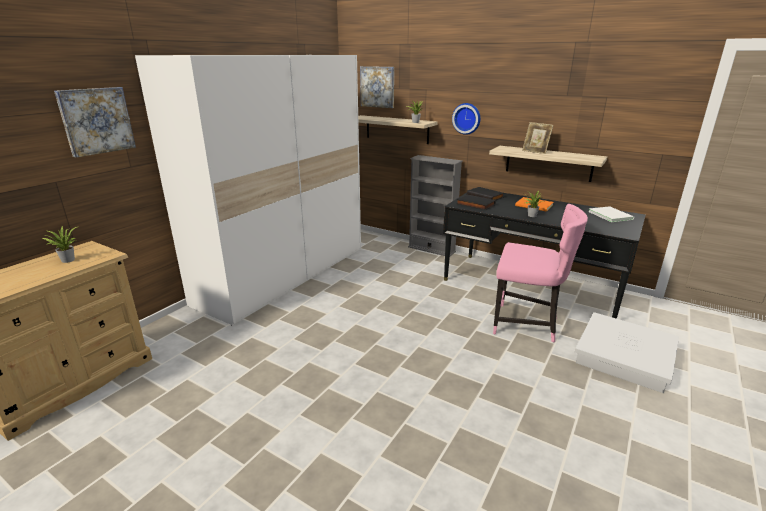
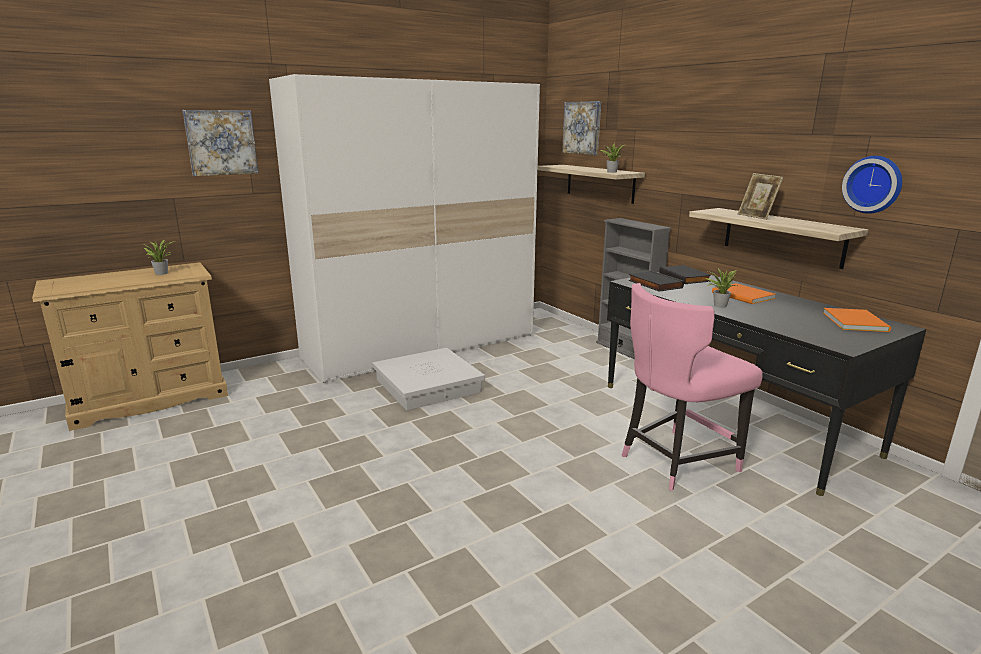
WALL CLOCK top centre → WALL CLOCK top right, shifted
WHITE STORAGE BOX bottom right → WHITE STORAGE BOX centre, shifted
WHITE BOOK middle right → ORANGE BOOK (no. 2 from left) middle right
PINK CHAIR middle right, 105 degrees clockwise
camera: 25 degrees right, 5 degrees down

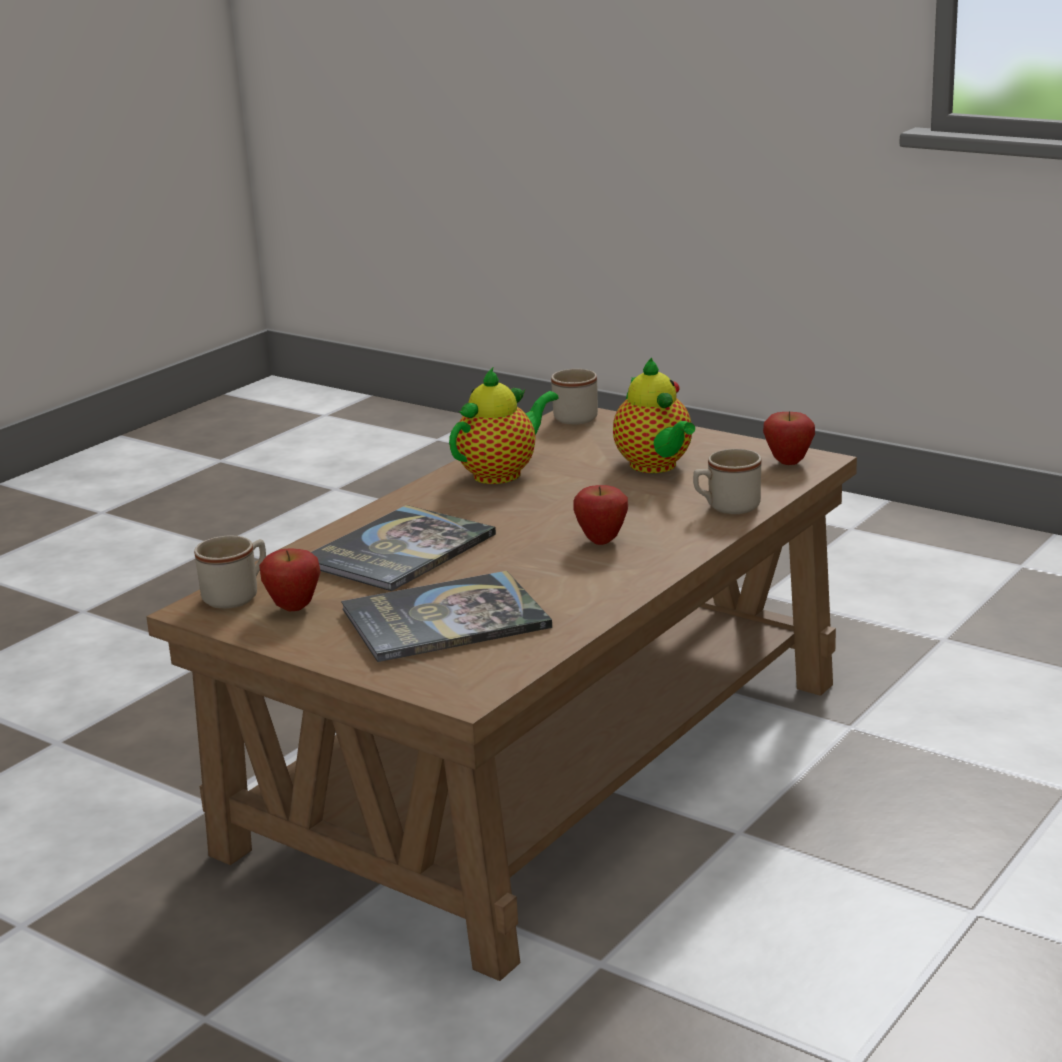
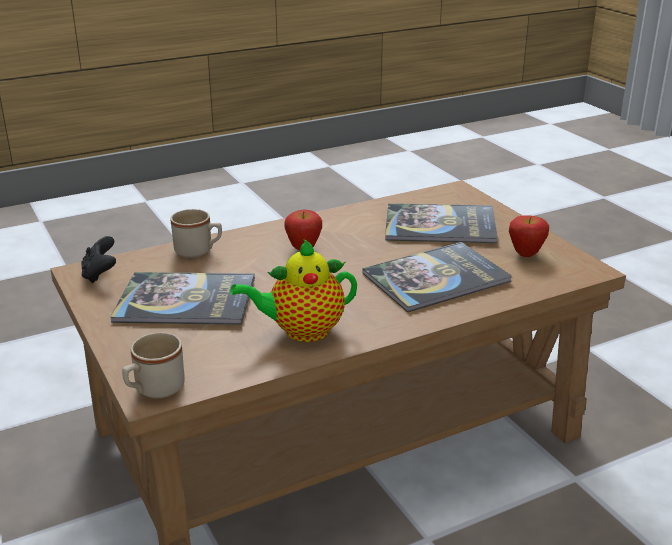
BEIGE MUG (no. 1 from left) middle left → -
TEAPOT (no. 2 from left) centre → BOOK (no. 1 from left) middle left
APPLE (no. 3 from left) middle right → BLACK GAME CONTROLLER middle left
camera: 155 degrees left, 5 degrees up

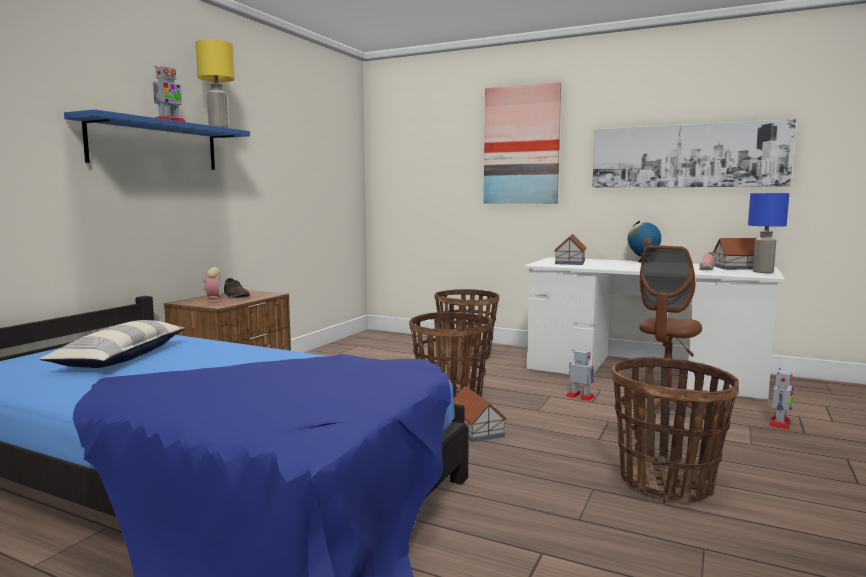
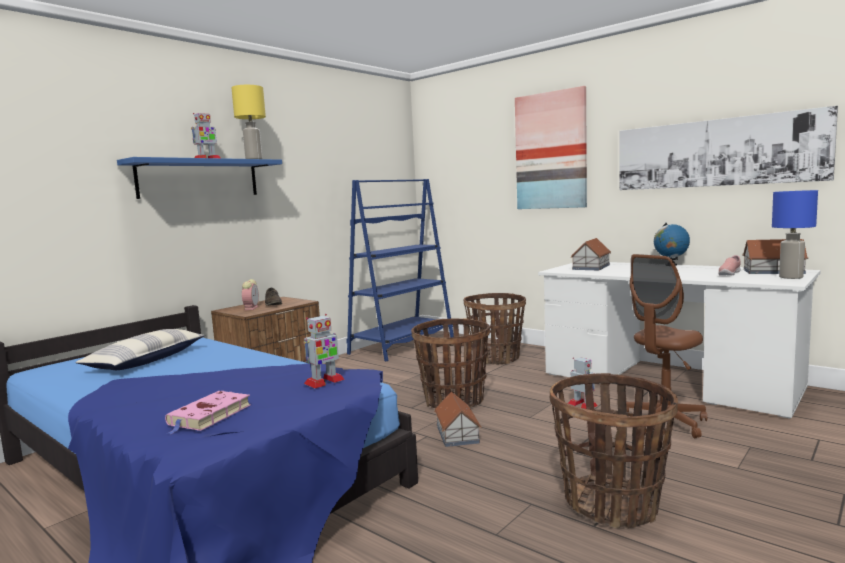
- → PINK BOOK bottom left
- → BLUE BOOKCASE centre
TOY ROBOT (no. 3 from left in the first image) bottom right → TOY ROBOT (no. 2 from left) centre, shifted
camera: 15 degrees right, 0 degrees up

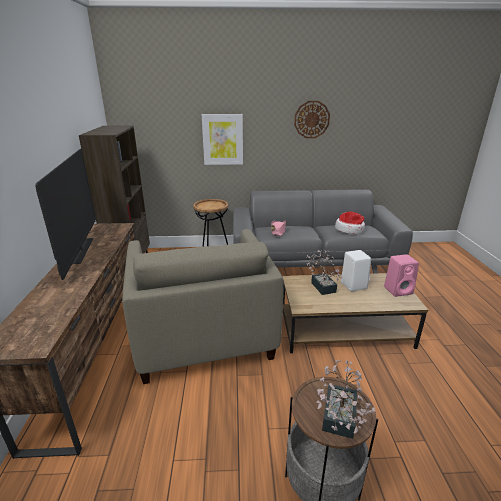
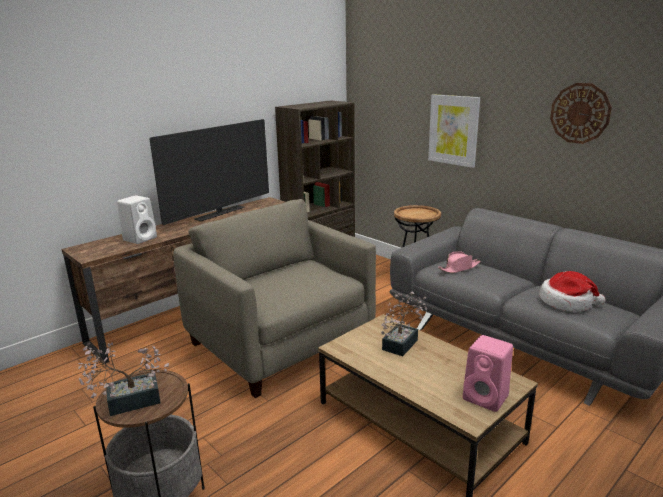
WHITE SPEAKER middle right → WHITE SPEAKER middle left, shifted
BEIGE ARMCHAIR centre, 105 degrees clockwise
camera: 50 degrees right, 5 degrees down

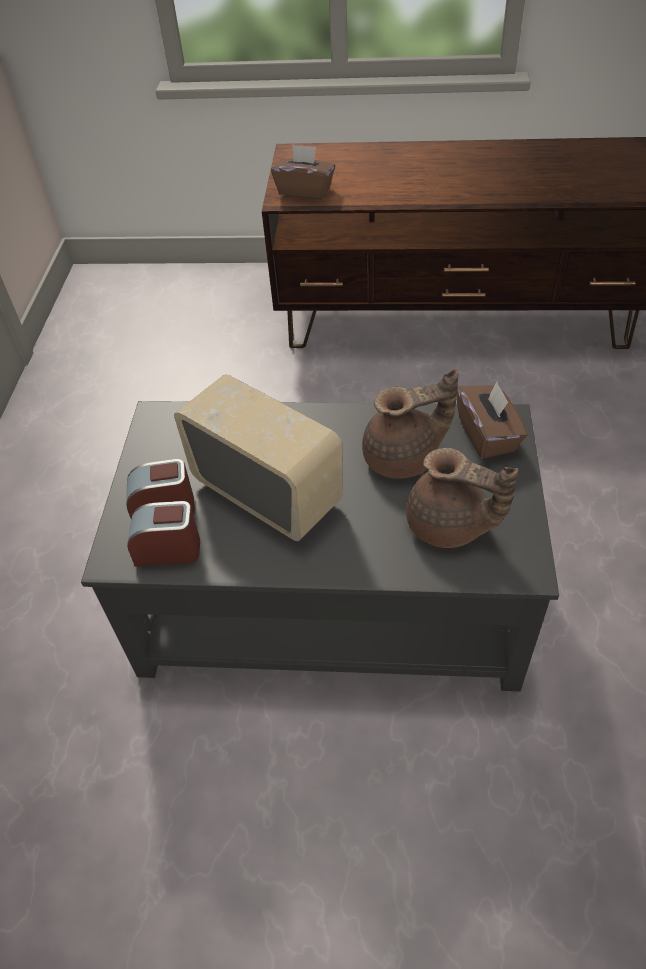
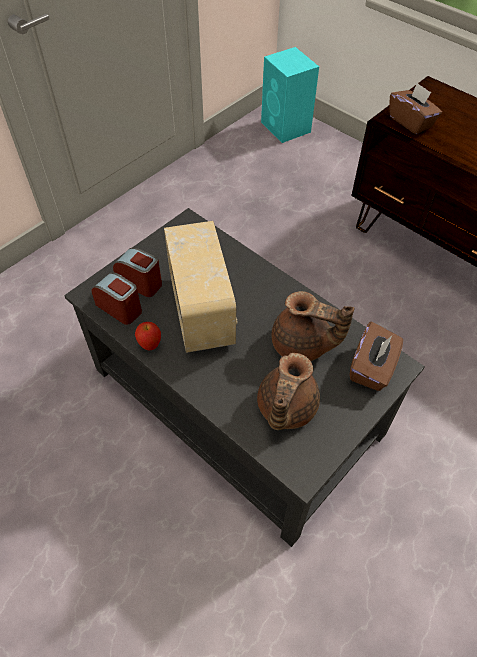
- → APPLE middle left
- → TURQUOISE SPEAKER top centre
BROWN TEAPOT (no. 2 from left in the first image) middle right → BROWN TEAPOT (no. 1 from left) centre, 45 degrees clockwise
camera: 35 degrees right, 5 degrees up

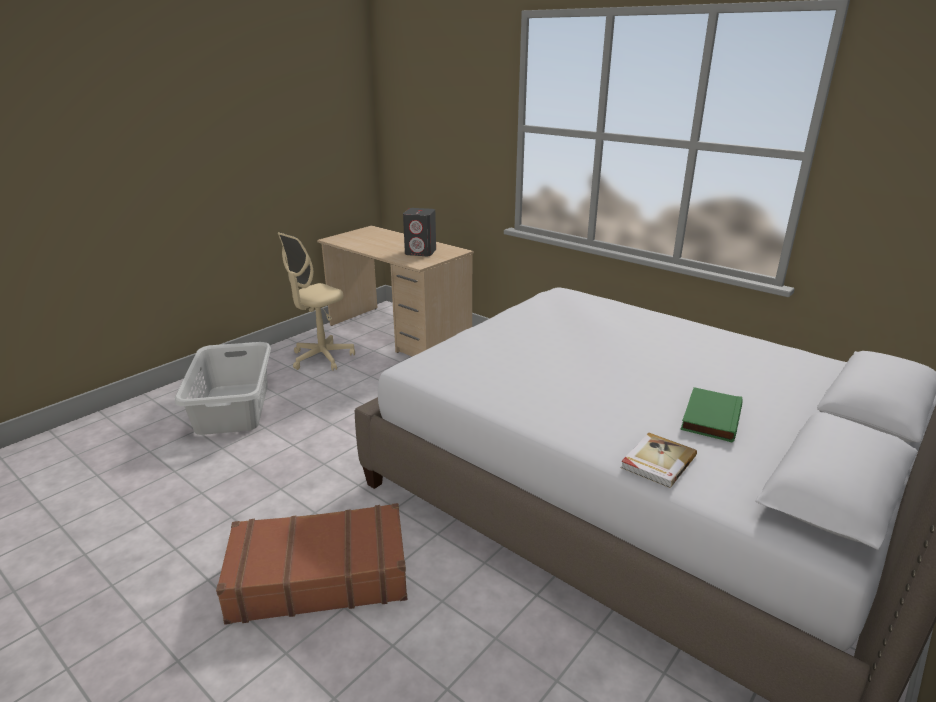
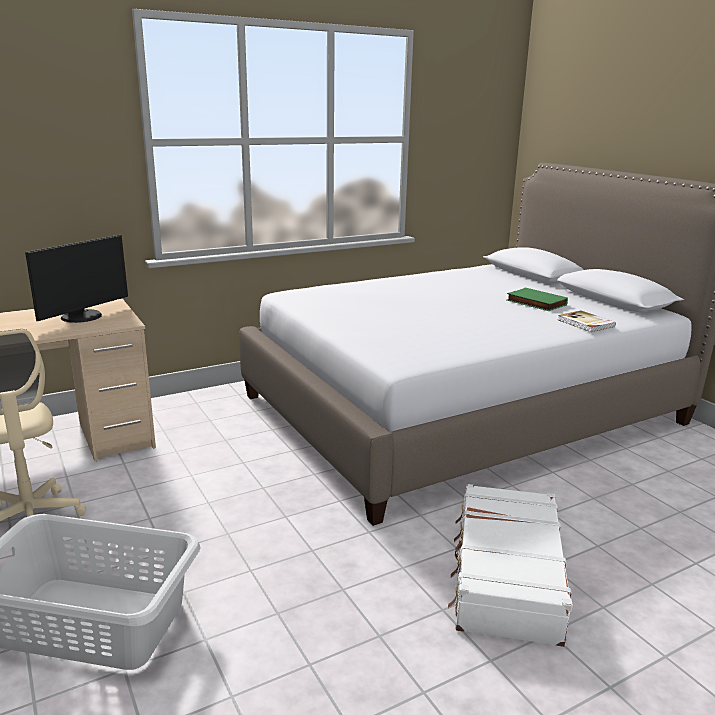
GREY SPEAKER top centre → MONITOR middle left
BROWN SUITCASE bottom left → WHITE SUITCASE bottom right
camera: 70 degrees left, 5 degrees down

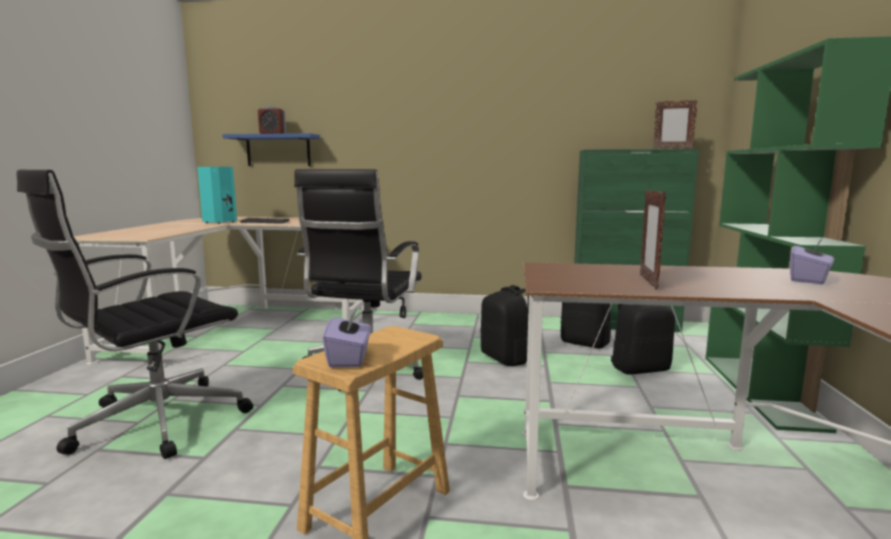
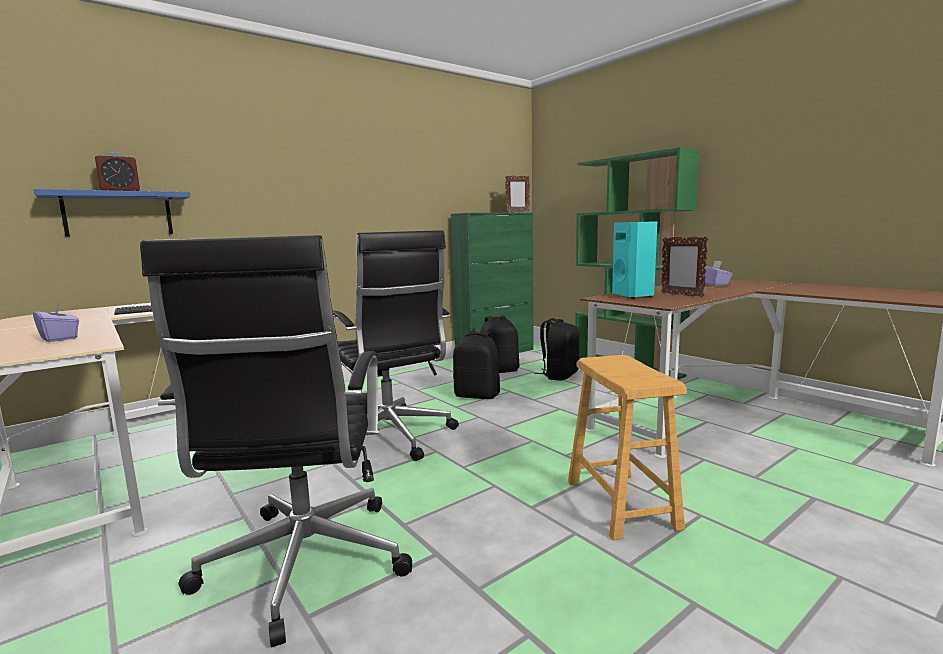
TURQUOISE SPEAKER middle left → TURQUOISE SPEAKER middle right, shifted
PURPLE TISSUE BOX (no. 1 from left) centre → PURPLE TISSUE BOX (no. 1 from left) middle left, shifted
camera: 45 degrees left, 0 degrees up

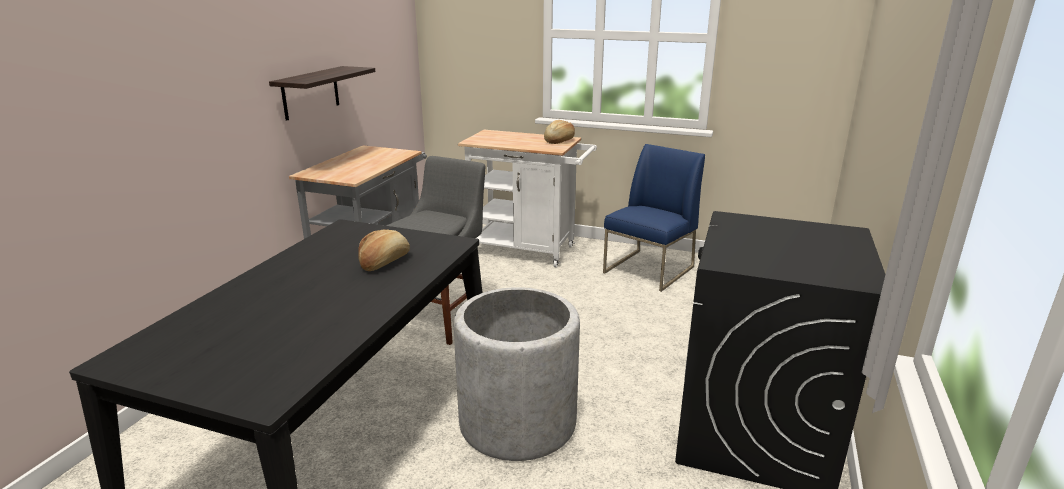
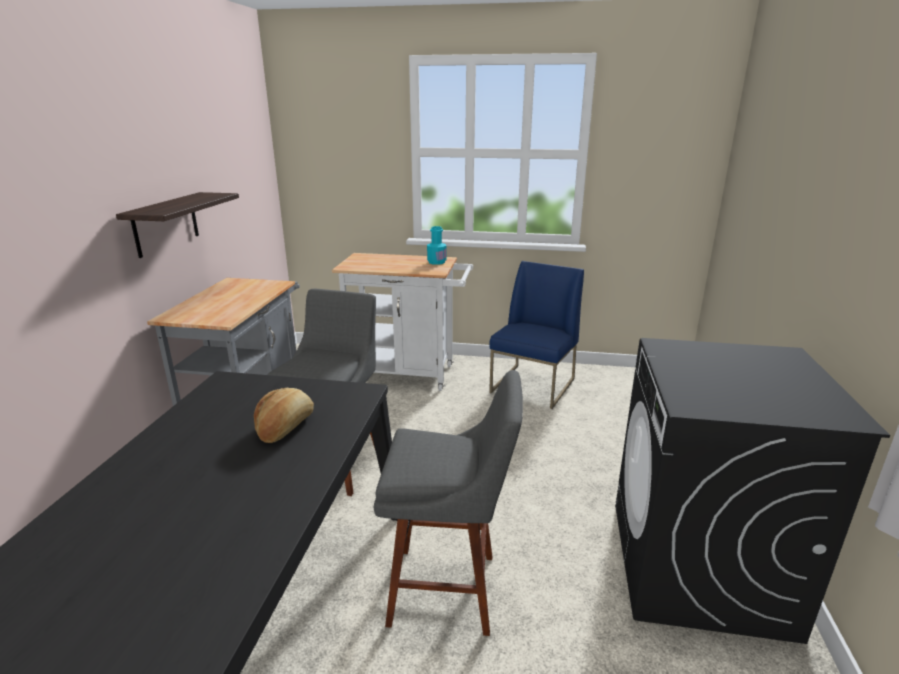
GREY PLANTER bottom centre → GREY STOOL (no. 2 from left) bottom centre
BREAD (no. 2 from left) top centre → TURQUOISE BOTTLE centre
camera: 10 degrees left, 0 degrees up

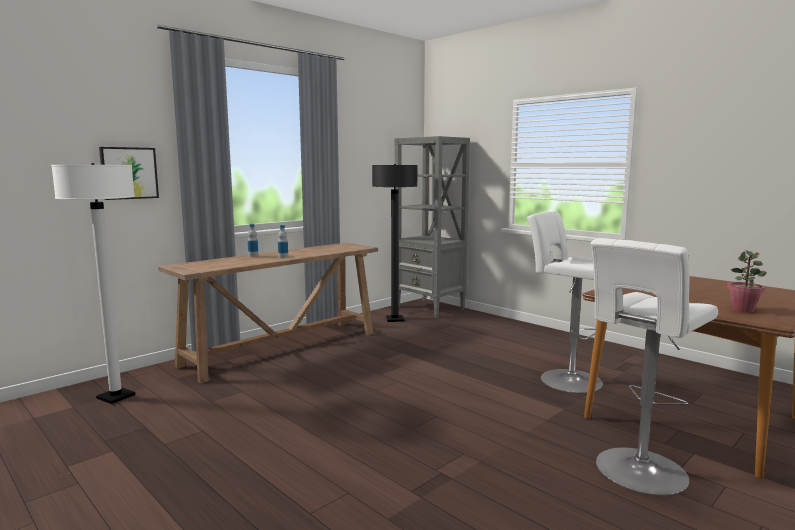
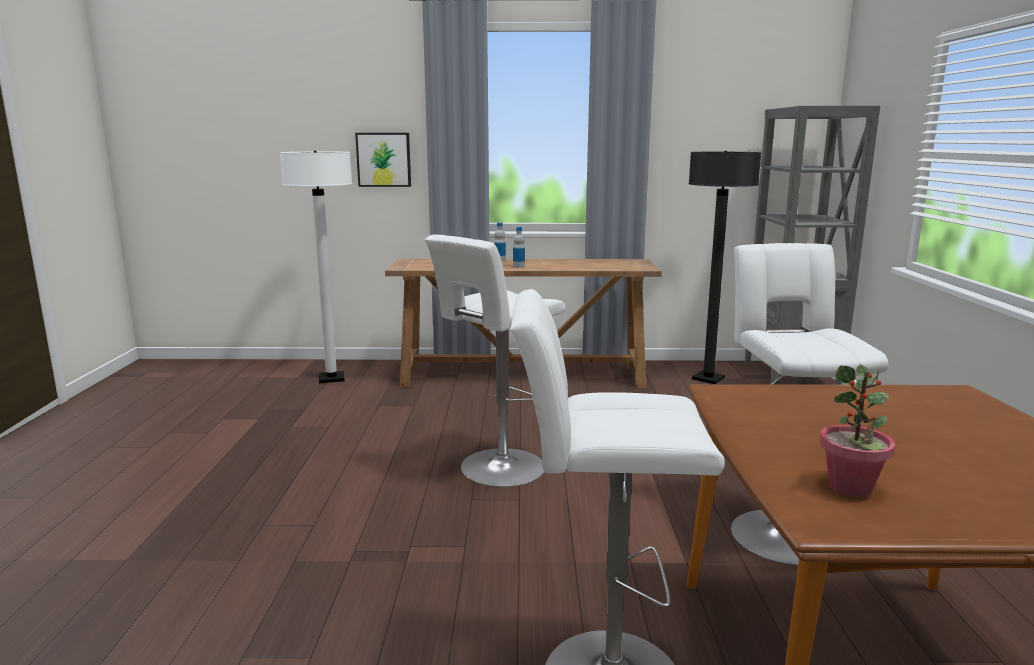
- → WHITE STOOL (no. 1 from left) centre
camera: 45 degrees right, 5 degrees up

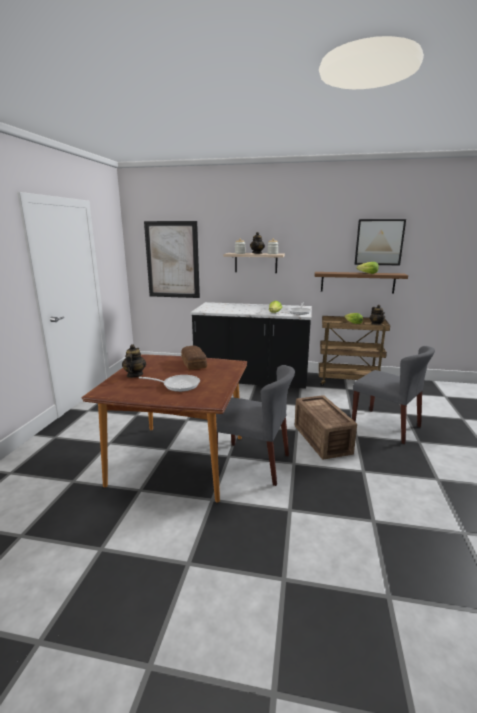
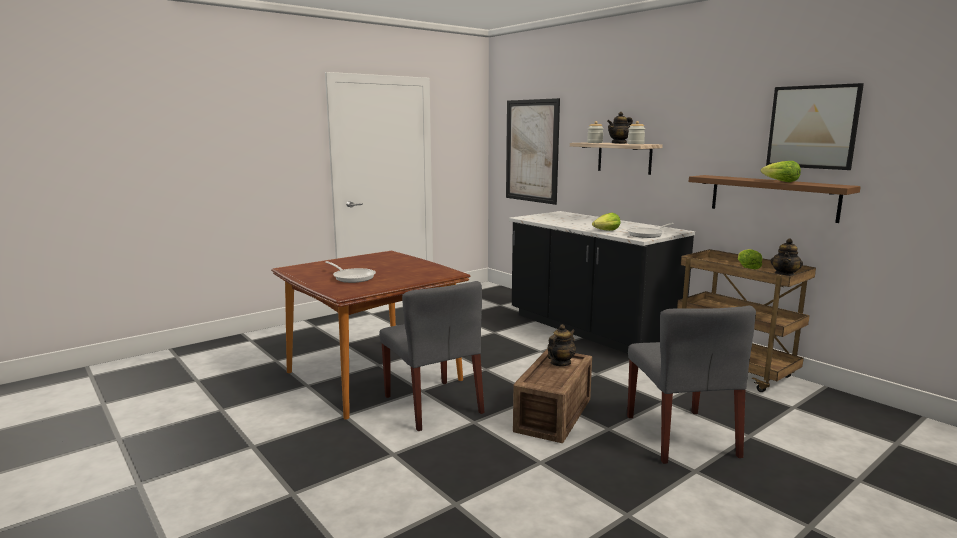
BREAD centre → -
TEAPOT (no. 1 from left) middle left → TEAPOT (no. 1 from left) centre, shifted
camera: 40 degrees right, 5 degrees down

